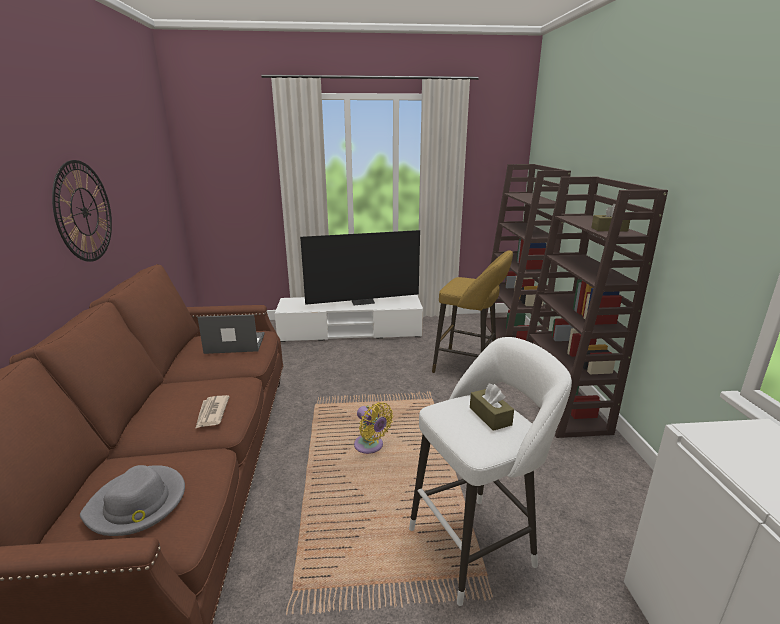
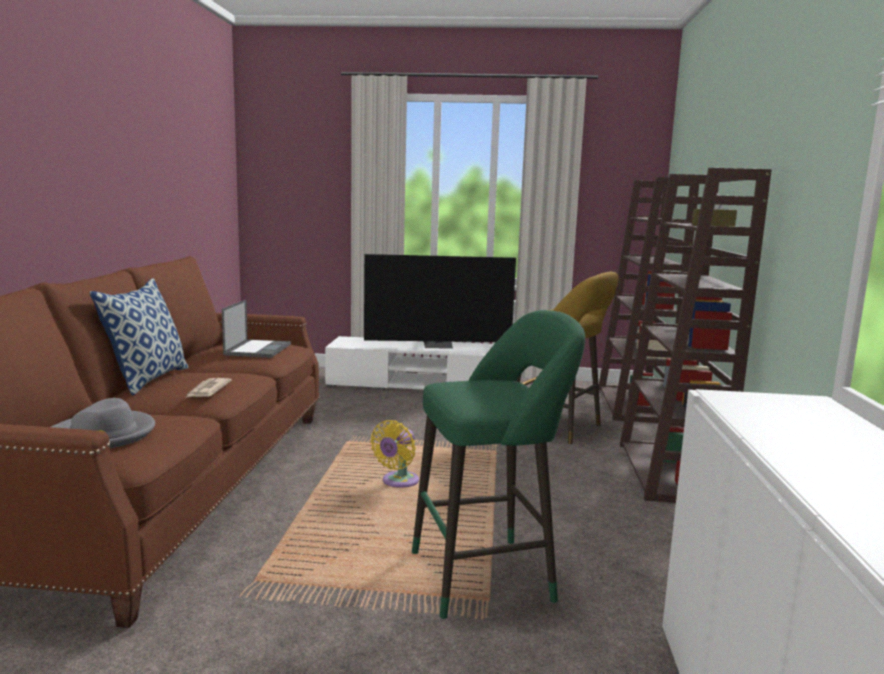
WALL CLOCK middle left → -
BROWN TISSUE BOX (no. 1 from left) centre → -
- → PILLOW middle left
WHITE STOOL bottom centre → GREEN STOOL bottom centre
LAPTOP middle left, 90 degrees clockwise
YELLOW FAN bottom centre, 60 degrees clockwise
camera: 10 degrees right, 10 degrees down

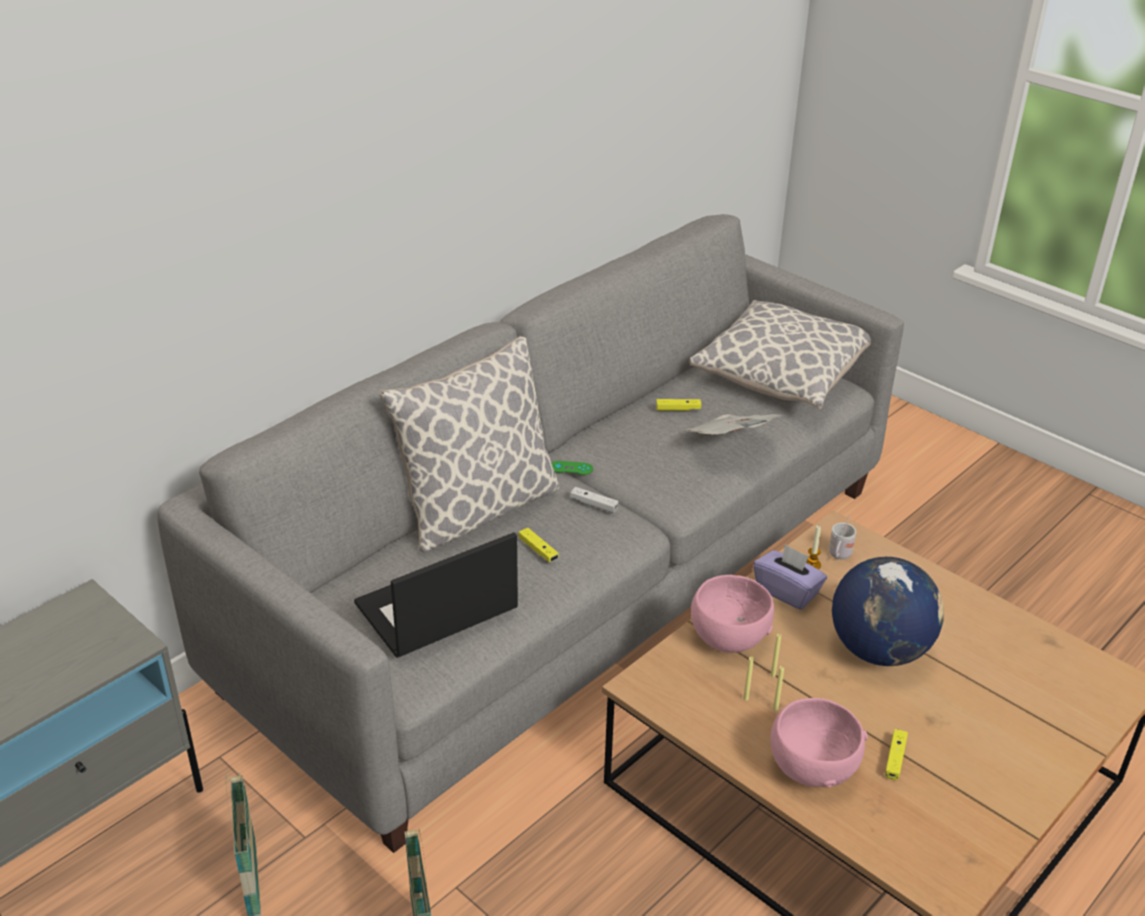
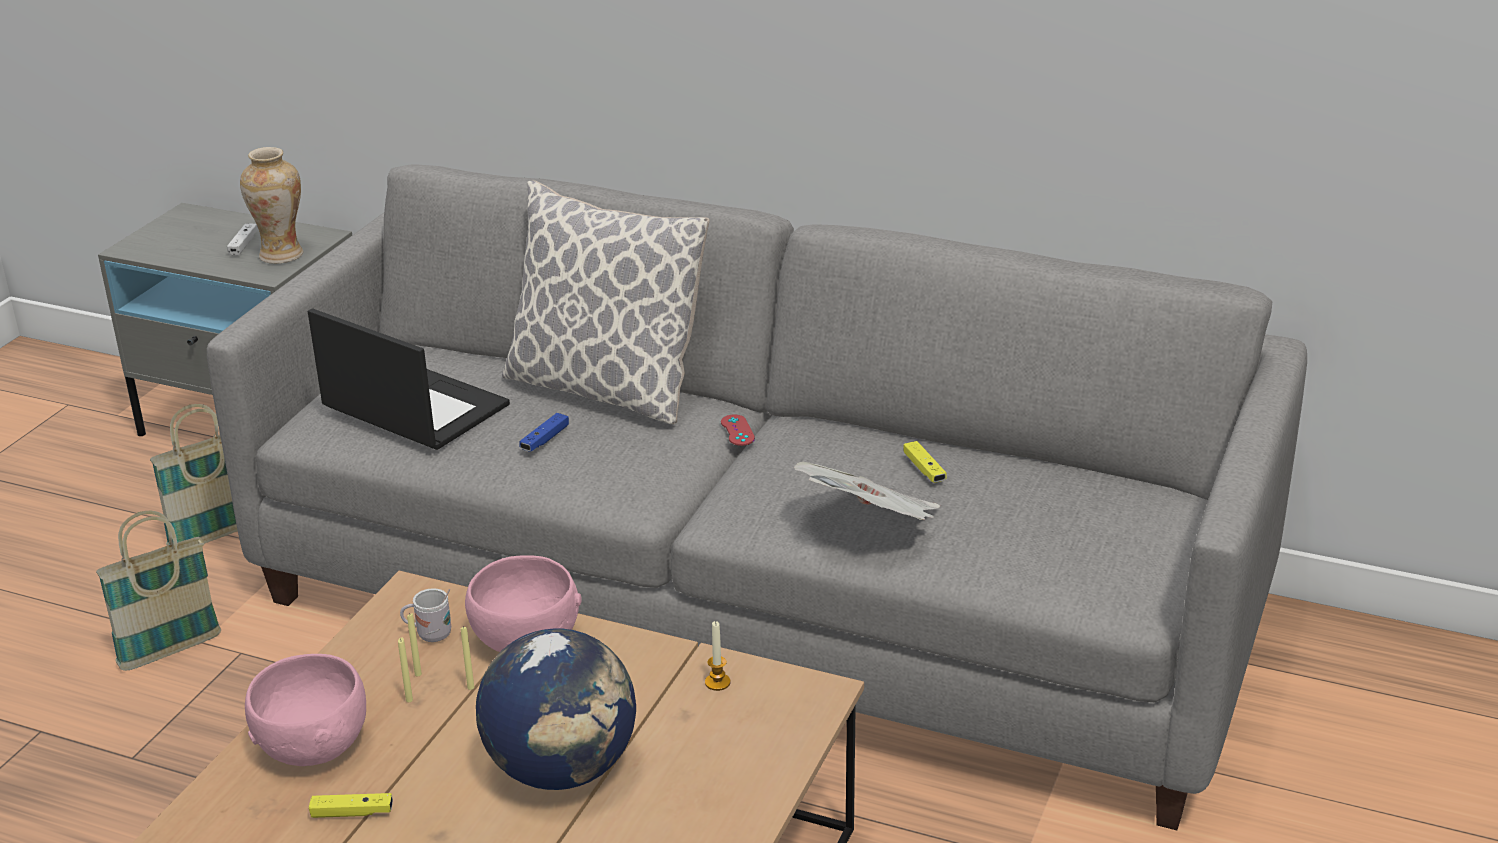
PILLOW (no. 2 from left) middle right → -
PURPLE TISSUE BOX middle right → -
- → VASE top left
WHITE GAME CONTROLLER centre → WHITE GAME CONTROLLER top left, shifted
WHITE MUG middle right → WHITE MUG bottom left, shifted
YELLOW GAME CONTROLLER (no. 1 from left) centre → BLUE GAME CONTROLLER centre
GREEN GAME CONTROLLER centre → RED GAME CONTROLLER centre
camera: 70 degrees right, 5 degrees down

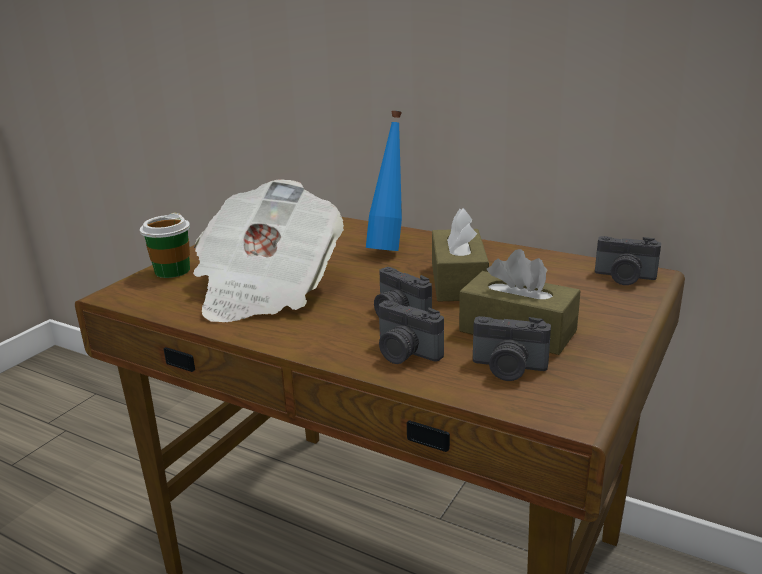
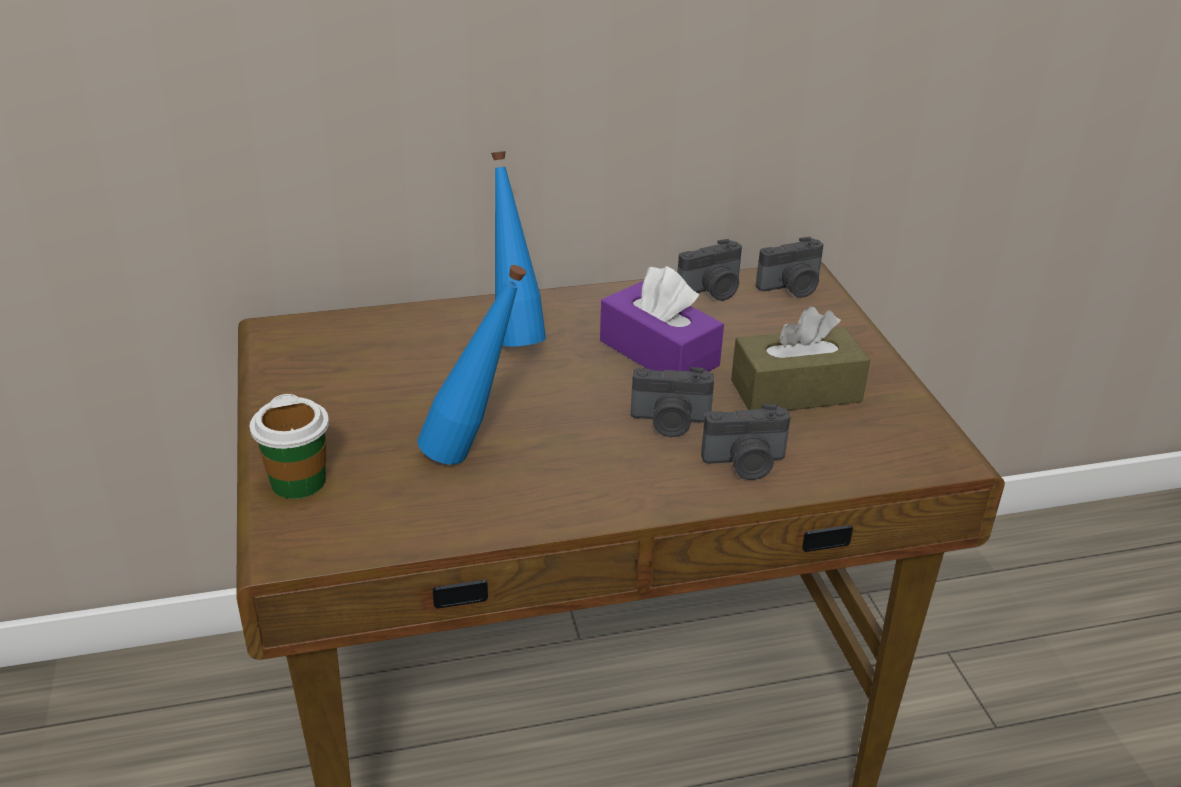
PHOTO CAMERA (no. 3 from left in the first image) middle right → PHOTO CAMERA (no. 2 from left) centre, shifted
NEWSPAPER centre → BLUE BOTTLE (no. 1 from left) centre
BROWN TISSUE BOX (no. 1 from left) centre → PURPLE TISSUE BOX centre
camera: 45 degrees left, 10 degrees up

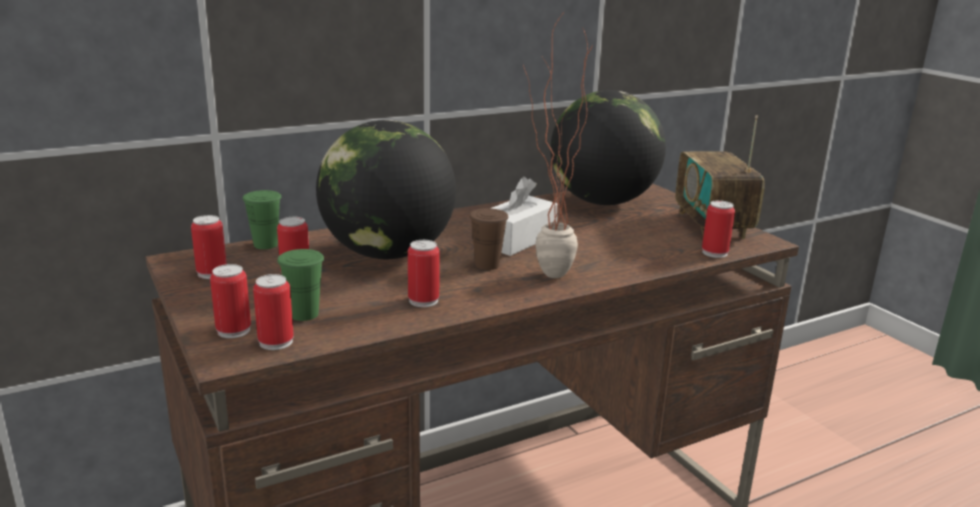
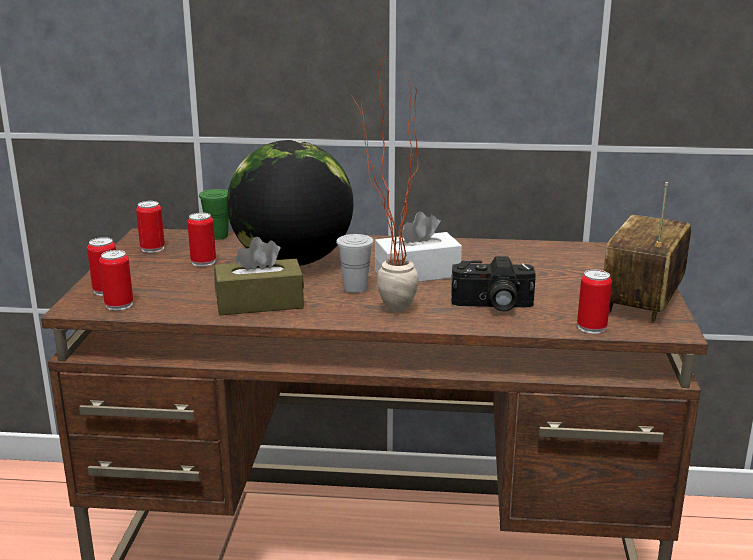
GREEN CUP (no. 2 from left) middle left → -
GLOBE (no. 2 from left) top centre → -
- → PHOTO CAMERA centre
CAN (no. 5 from left) centre → BROWN TISSUE BOX centre
BROWN CUP centre → WHITE CUP centre
camera: 35 degrees right, 0 degrees up

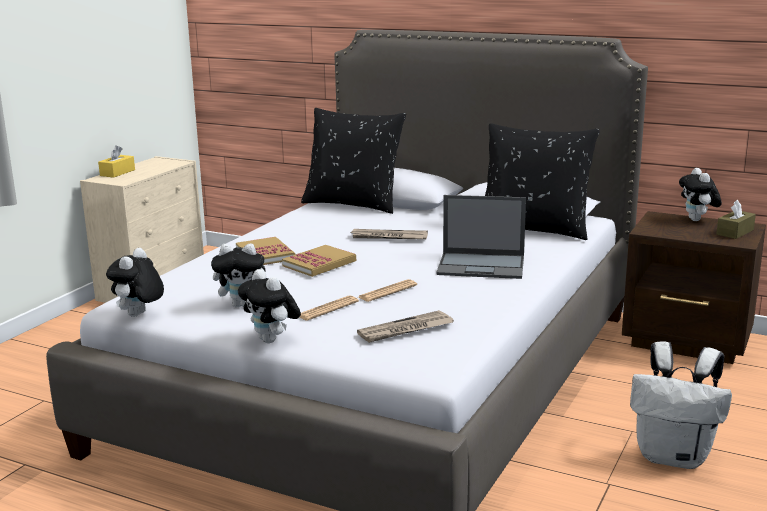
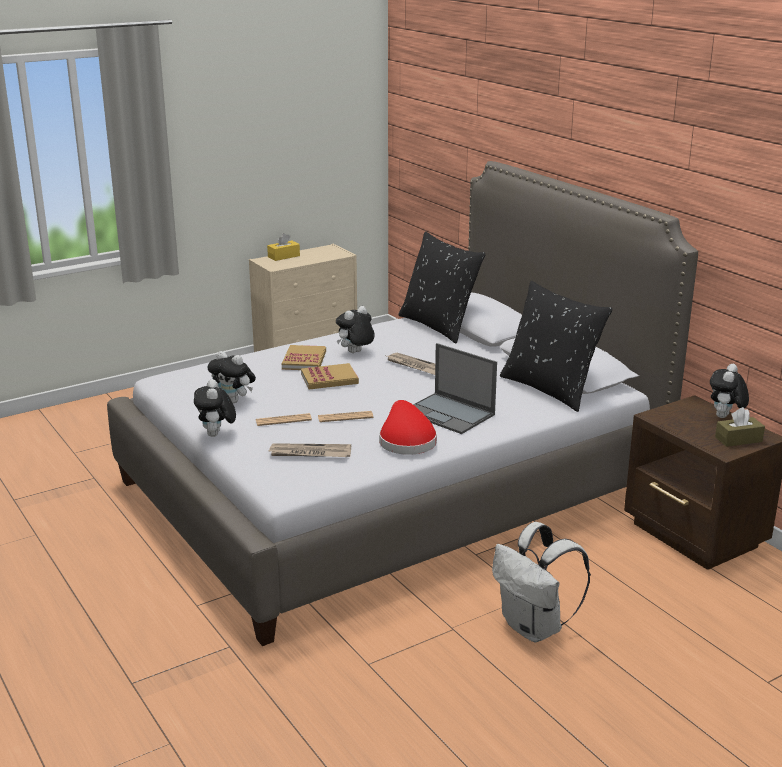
- → RED HAT centre
PLUSH TOY (no. 1 from left in the first image) middle left → PLUSH TOY (no. 3 from left) centre, shifted
camera: 30 degrees right, 5 degrees up

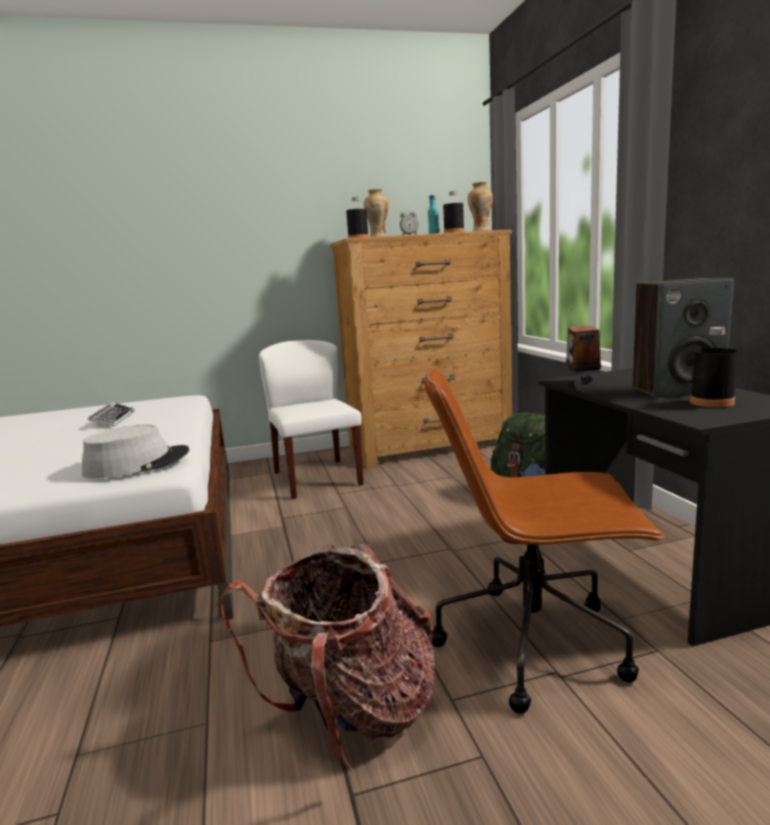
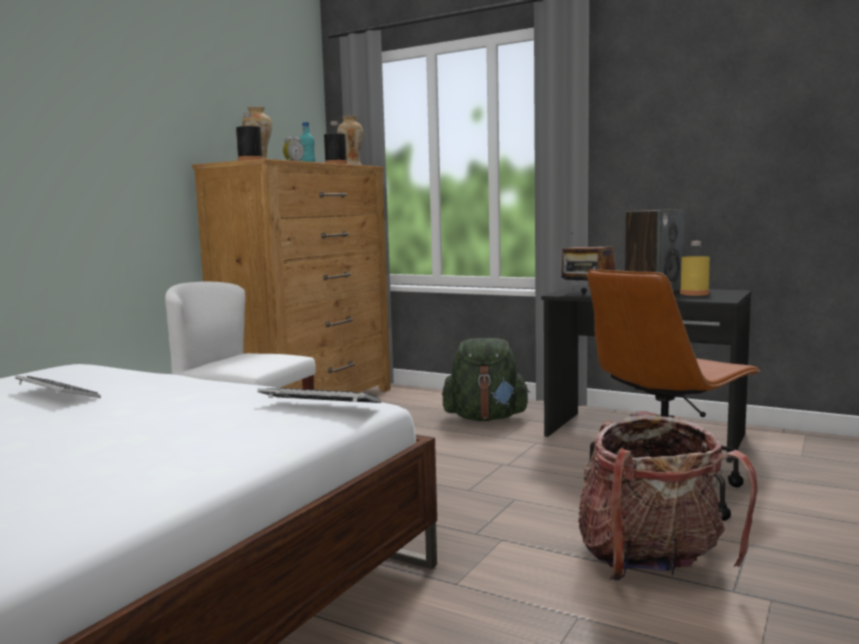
GREY HAT middle left → KEYBOARD (no. 2 from left) centre
BLACK BOTTLE (no. 3 from left) middle right → YELLOW BOTTLE middle right
camera: 45 degrees left, 5 degrees down

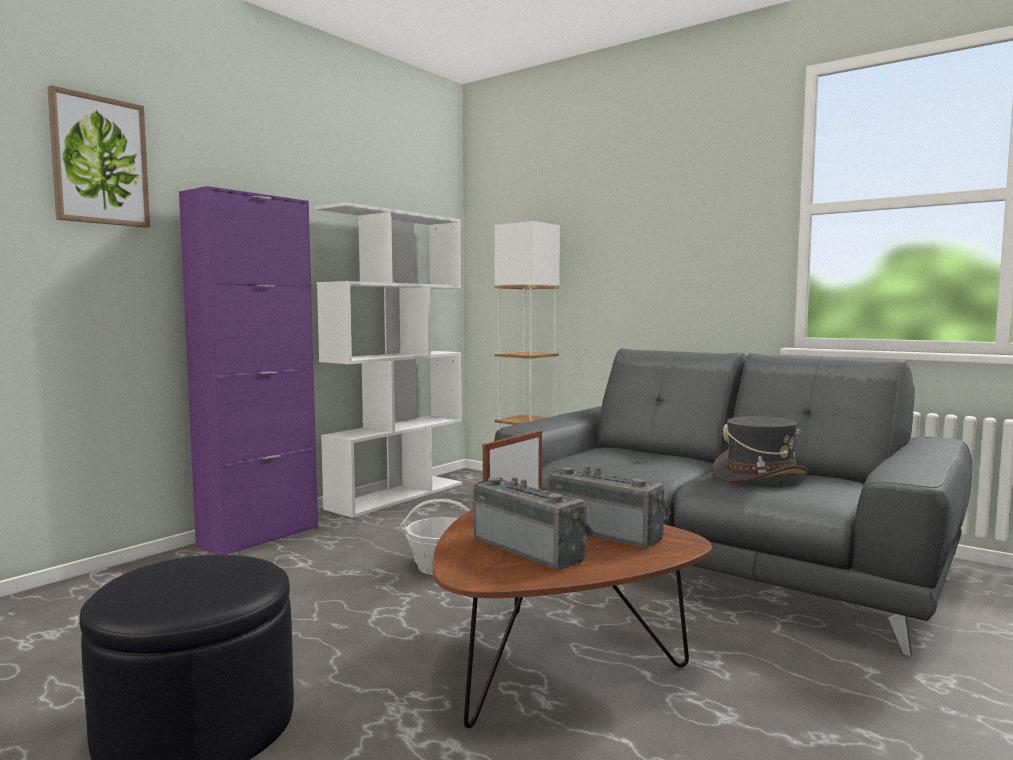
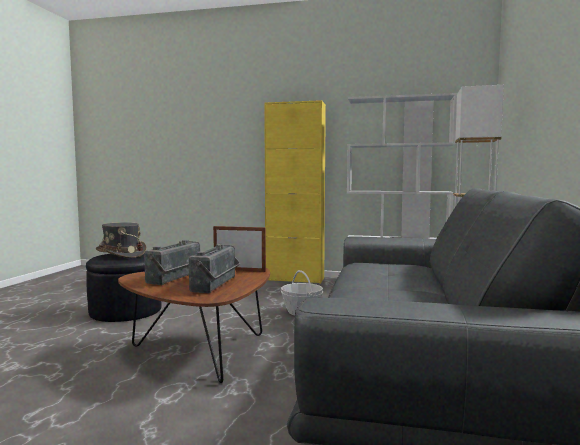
PICTURE top left → -
GREY HAT middle right → GREY HAT middle left, shifted
PURPLE CABINET middle left → YELLOW CABINET centre
camera: 65 degrees right, 0 degrees up

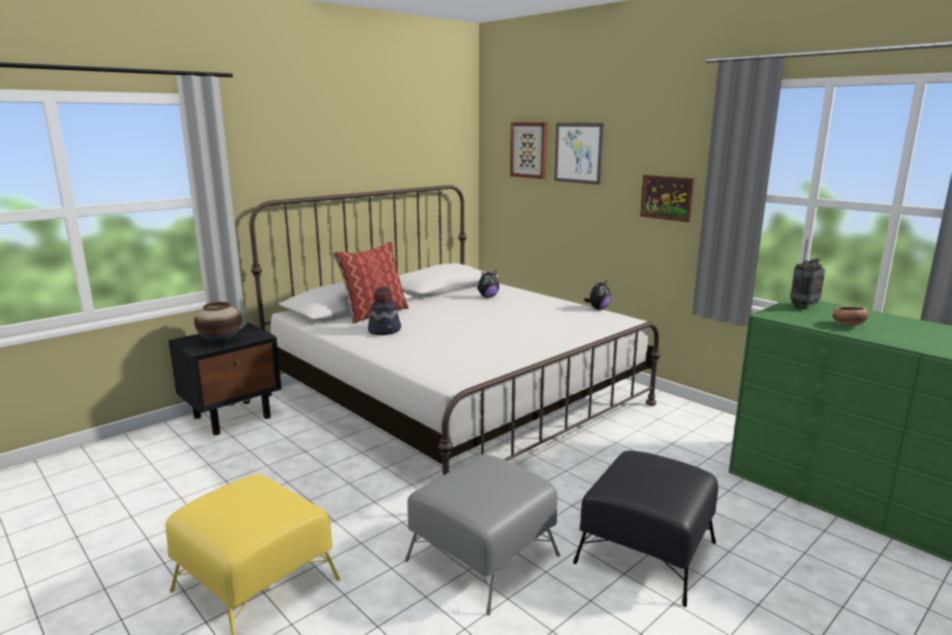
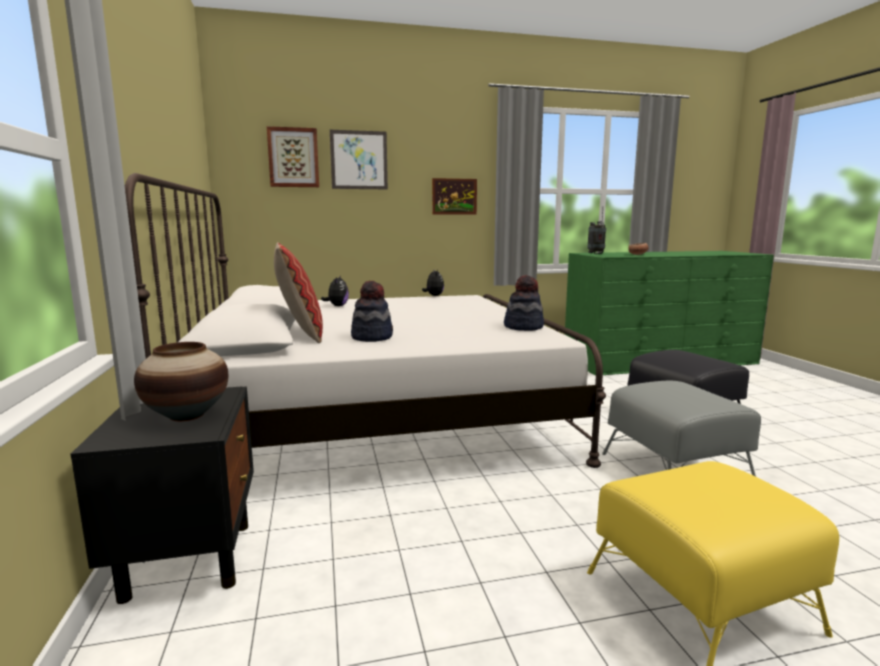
- → HAT (no. 2 from left) centre
camera: 60 degrees left, 5 degrees down

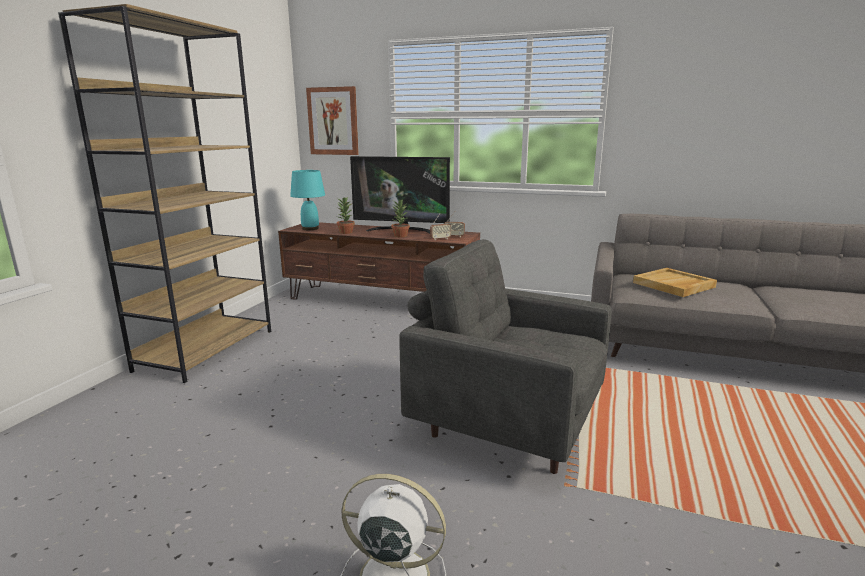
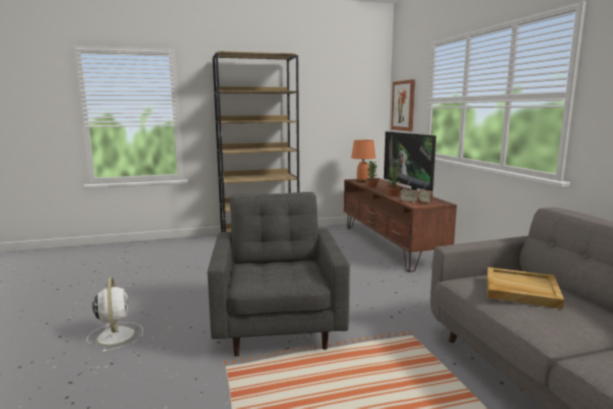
TURQUOISE TABLE LAMP centre → ORANGE TABLE LAMP centre
camera: 55 degrees right, 5 degrees down

